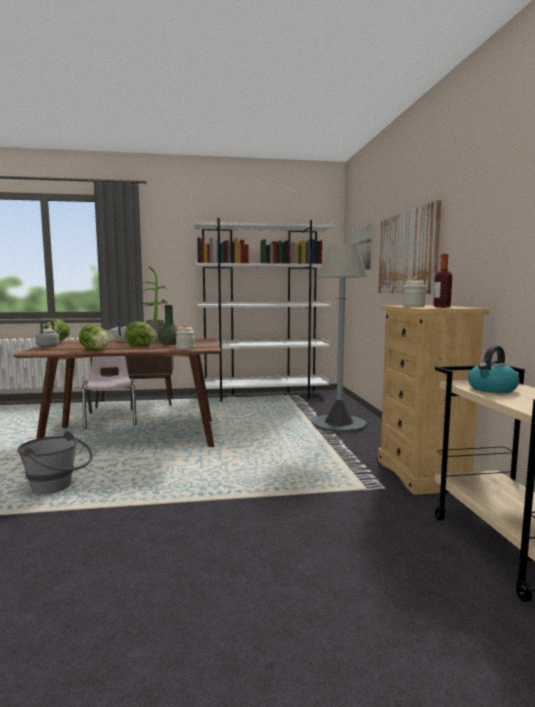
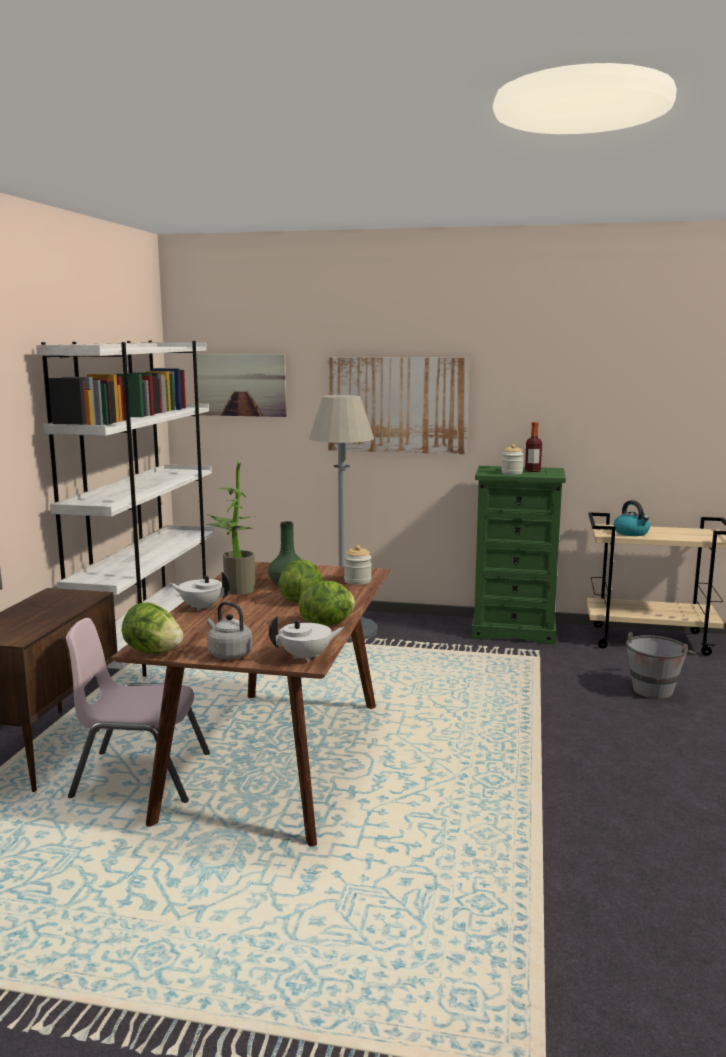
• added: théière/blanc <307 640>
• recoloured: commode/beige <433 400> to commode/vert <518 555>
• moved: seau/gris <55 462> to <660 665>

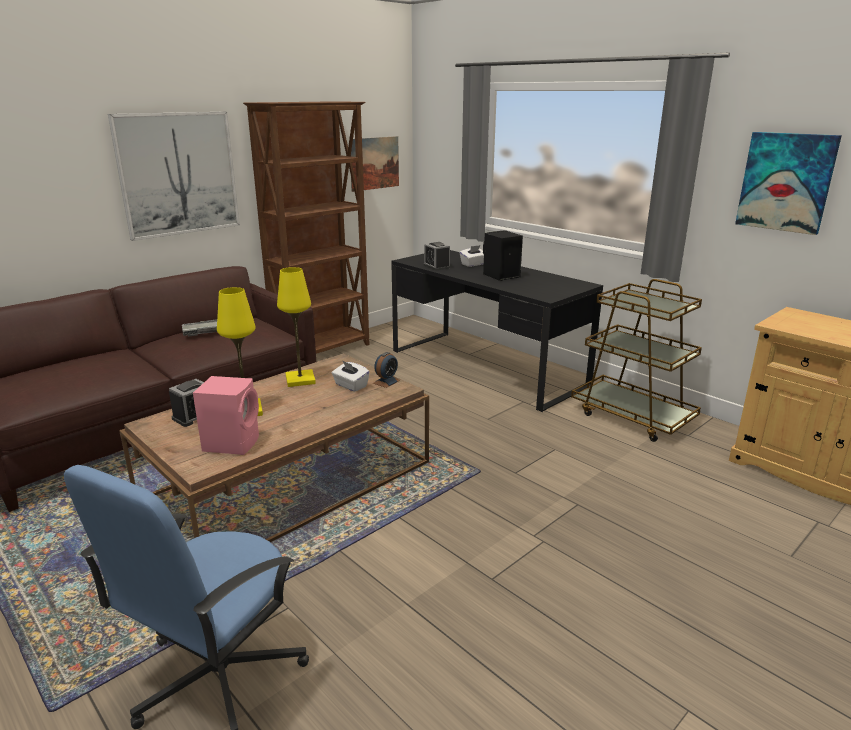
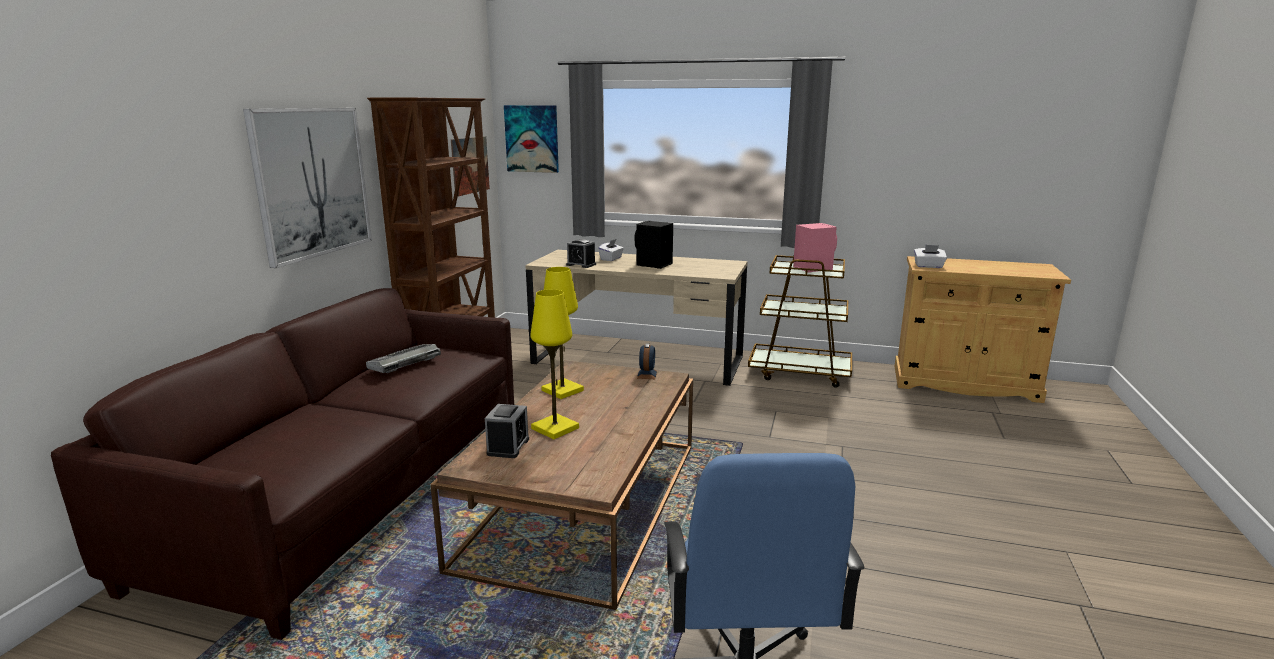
• moved: tableau <788 183> to <531 139>
• recoloured: bureau/noir <497 331> to bureau/beige <636 318>
• moved: enceinte/rose <226 415> to <815 247>
• moved: boîte à mouchoirs/blanc <351 376> to <930 256>

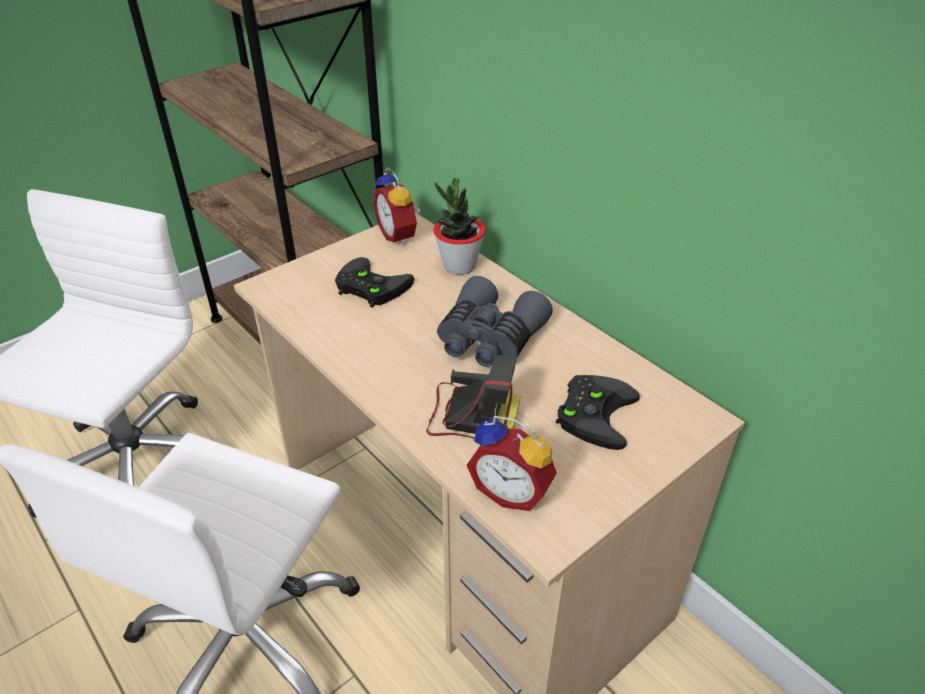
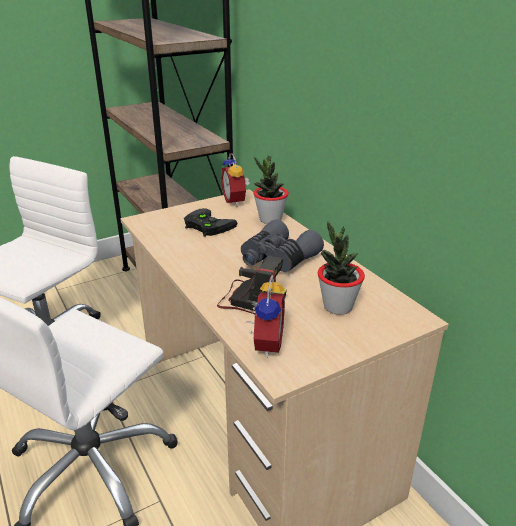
• turned: réveil <512 463> = <265 316> 120 degrees counterclockwise
• replaced: manette/noir <598 412> to plante en pot <341 268>

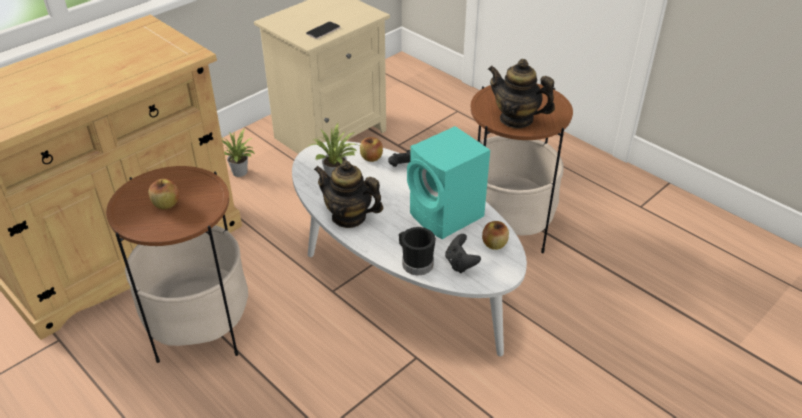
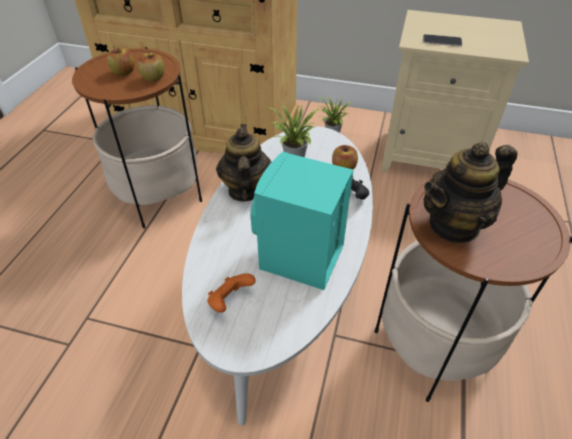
• moved: pomme <495 235> to <151 66>
• recoloured: manette/noir <463 253> to manette/orange <231 293>
• turned: théière <521 93> = <470 193> 120 degrees counterclockwise
• removed: mug/noir <417 251>

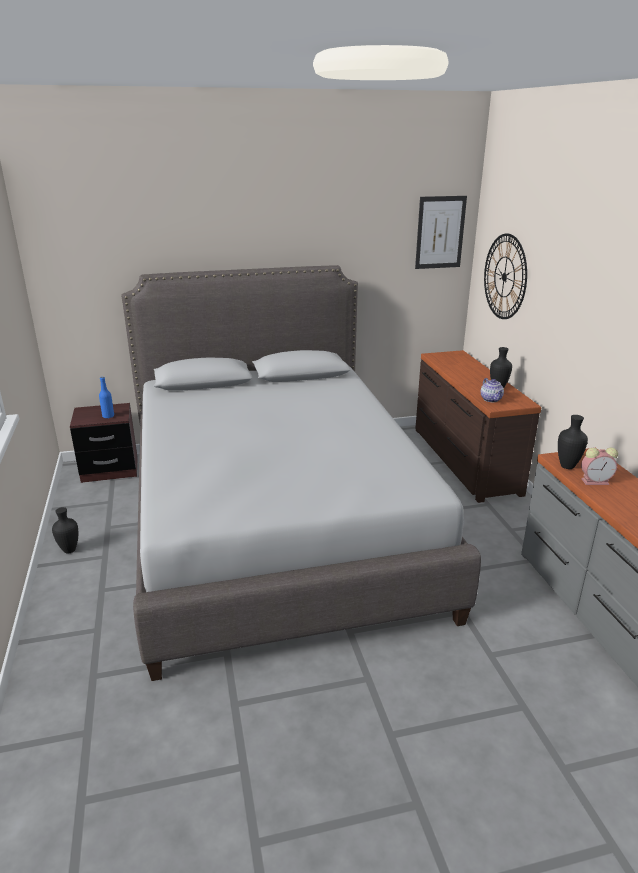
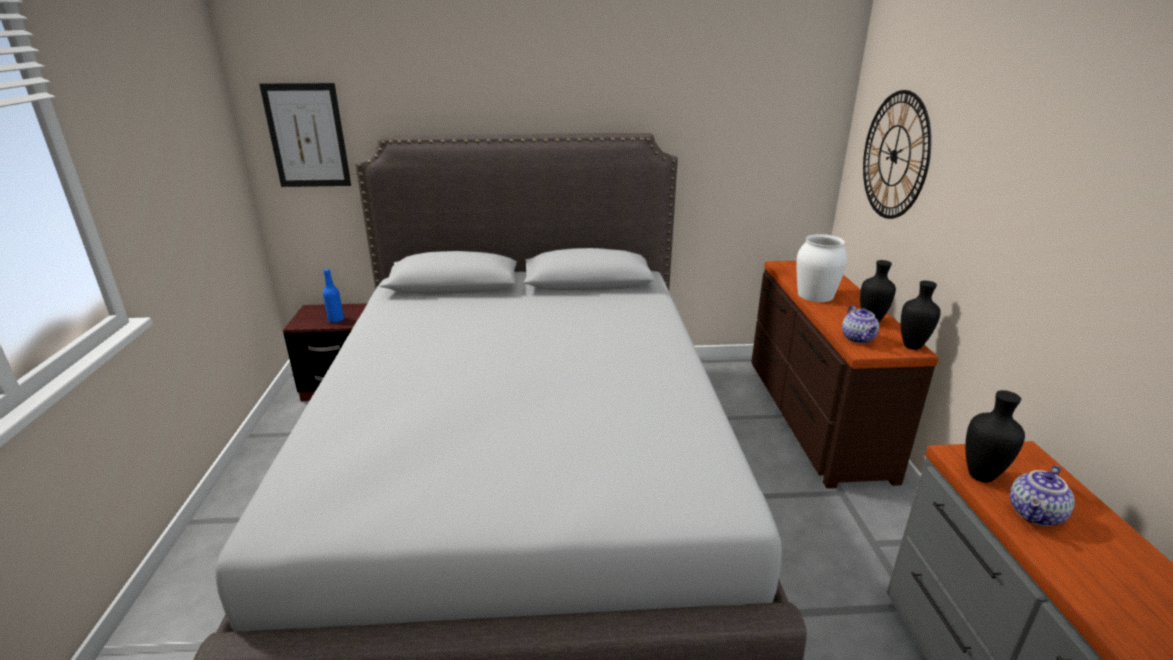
• moved: tableau <441 232> to <305 135>
• added: vase/blanc <822 268>
• moved: vase/noir <65 530> to <921 315>
• replaced: réveil <599 466> to théière <1042 495>

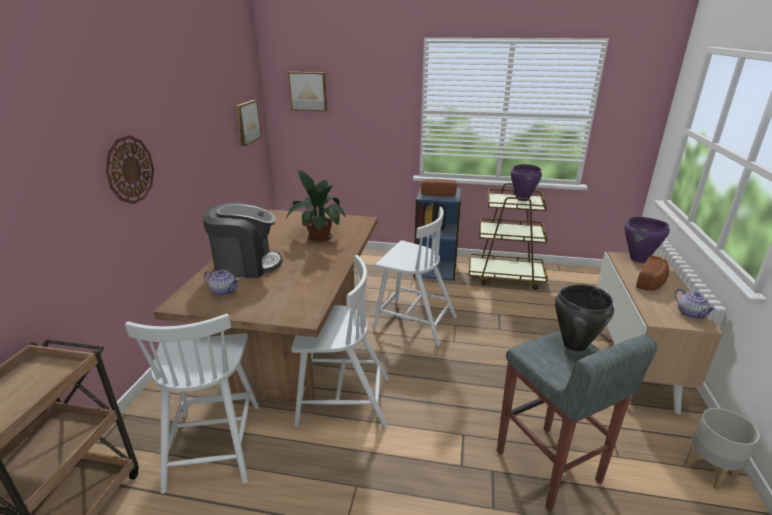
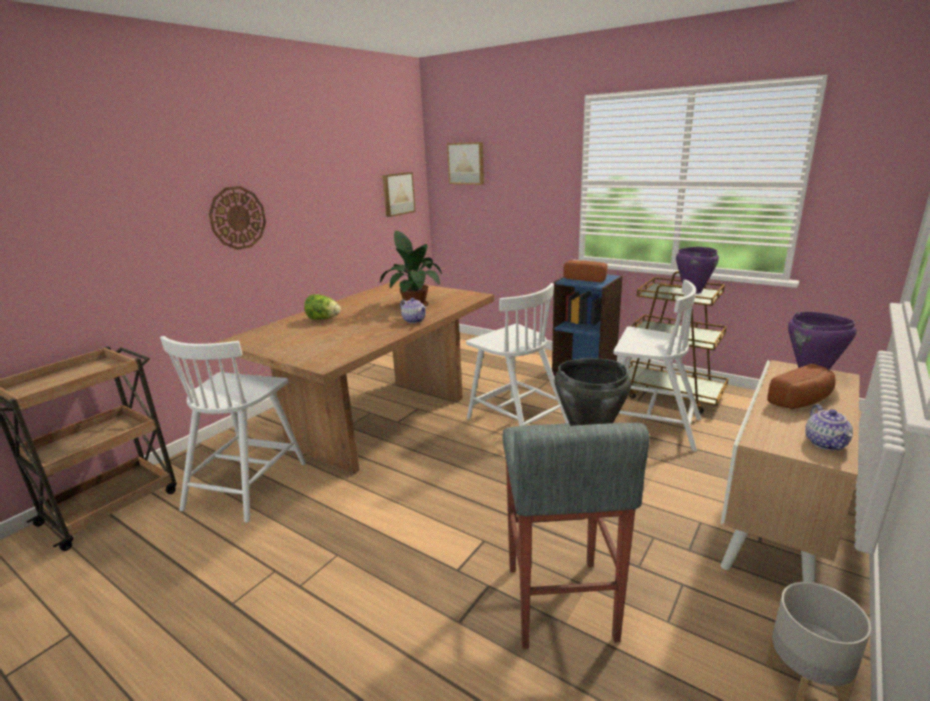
• replaced: machine à café <242 240> to laitue <322 307>
• moved: théière <221 282> to <413 310>
• moved: chaise/blanc <340 341> to <657 366>

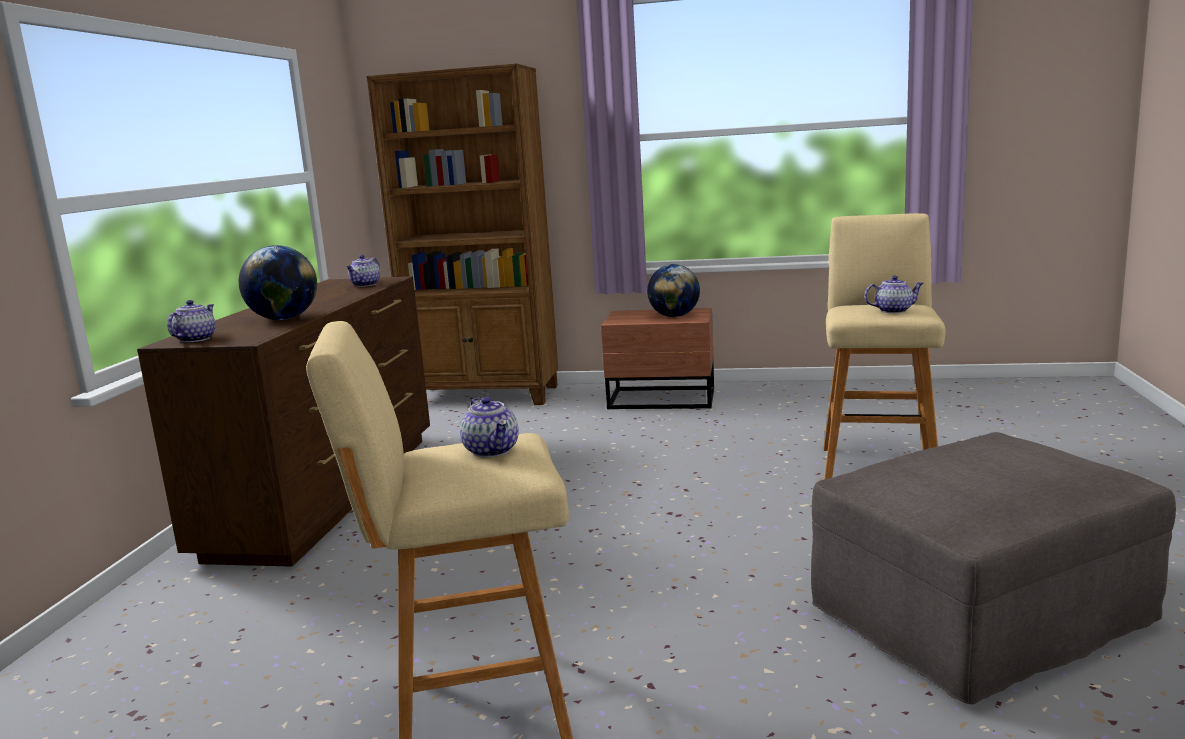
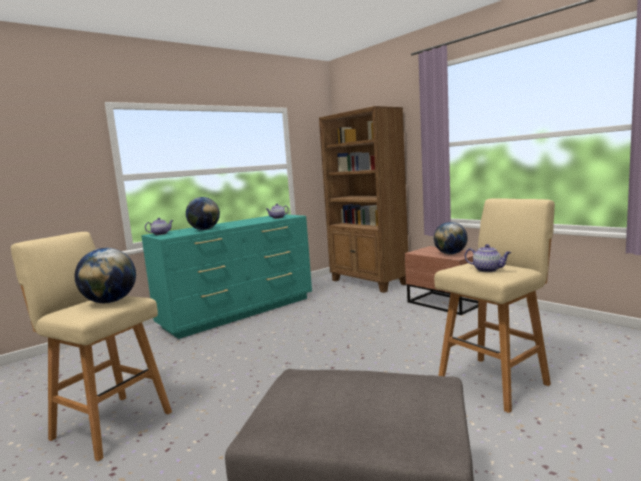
• replaced: théière <489 427> to globe <105 275>
• recoloured: commode/marron <283 421> to commode/turquoise <226 276>

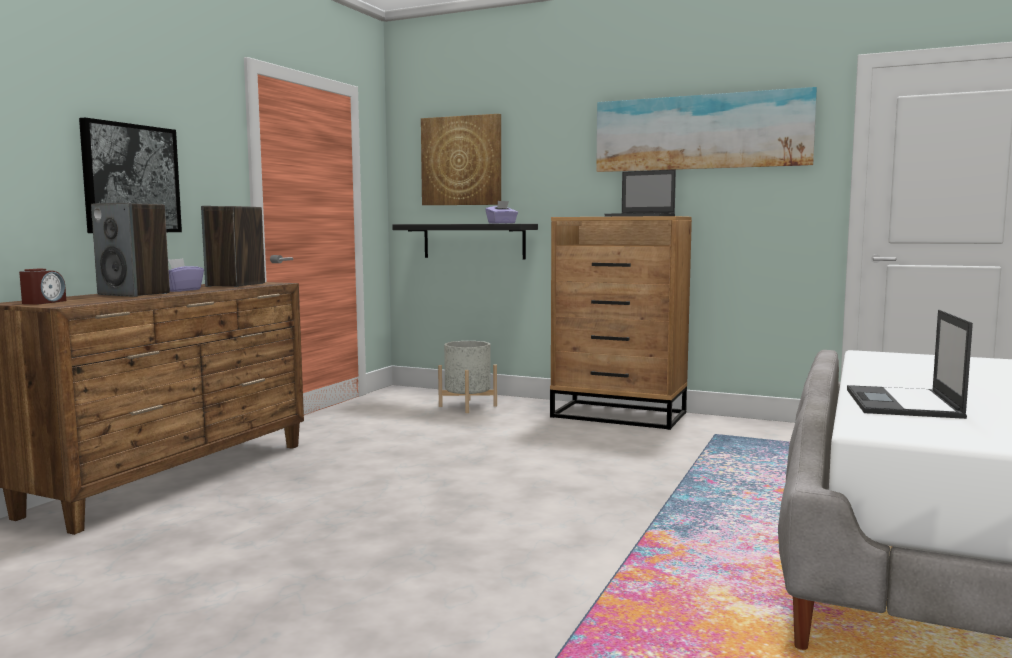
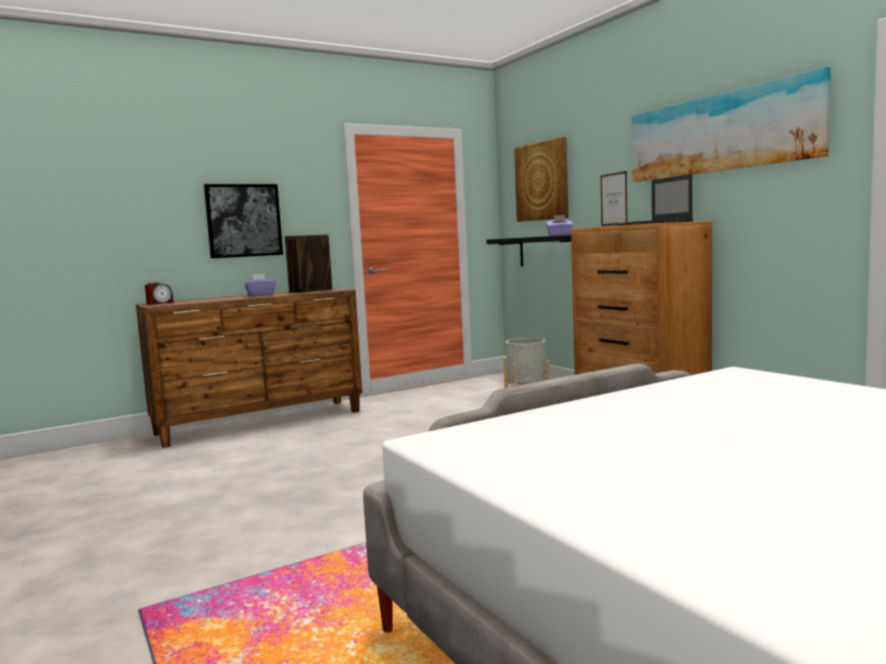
• added: cadre photo <614 199>
• removed: enceinte <130 250>
• removed: ordinateur portable <910 364>

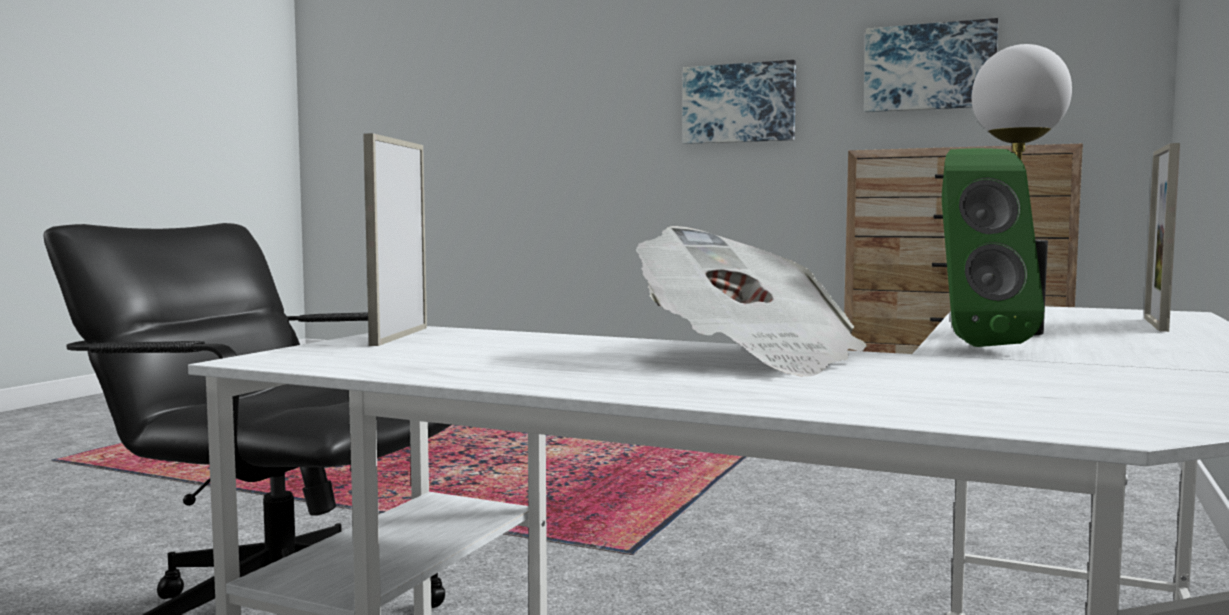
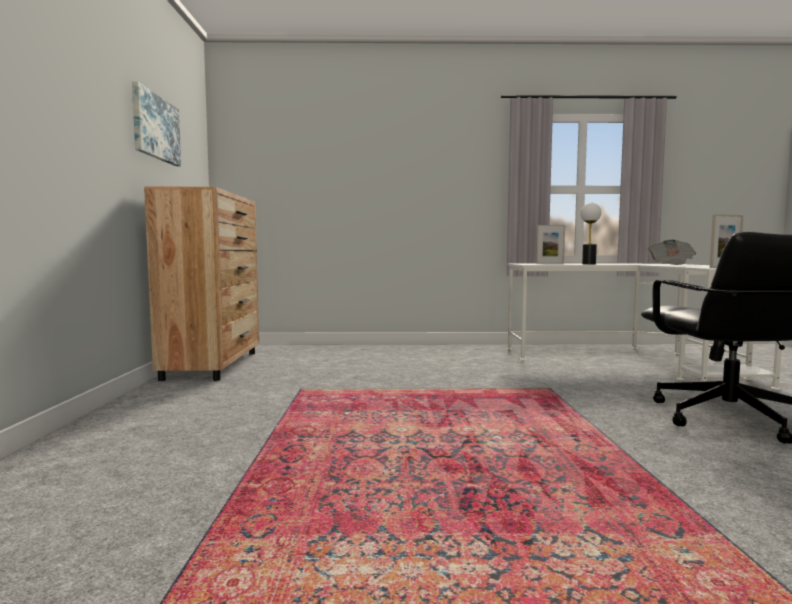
• removed: tableau <739 102>
• removed: enceinte/vert <993 247>

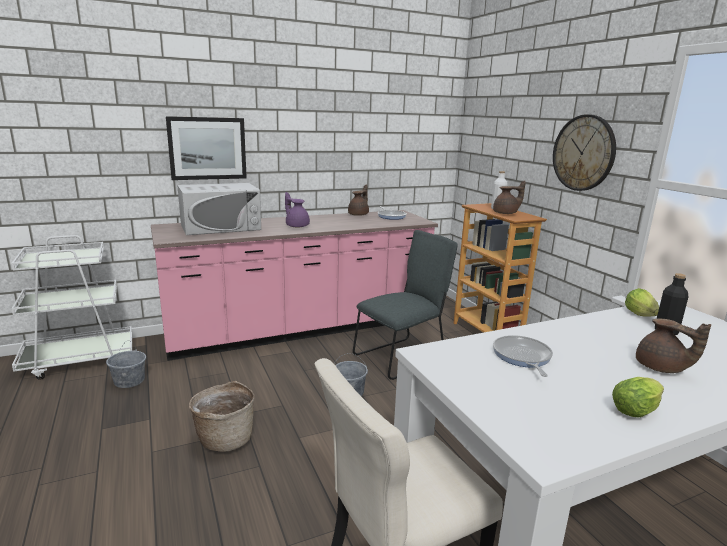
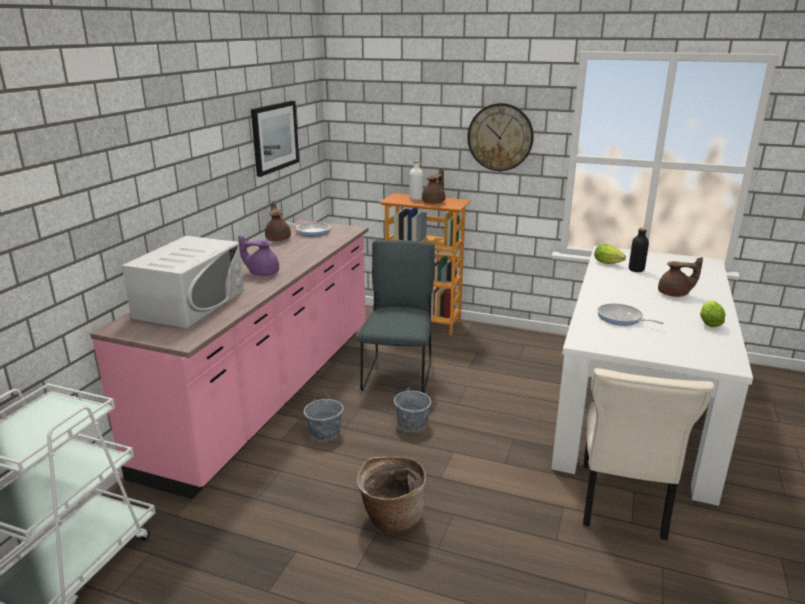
• moved: tableau <206 148> to <275 139>
• moved: seau/gris <126 364> to <323 415>

